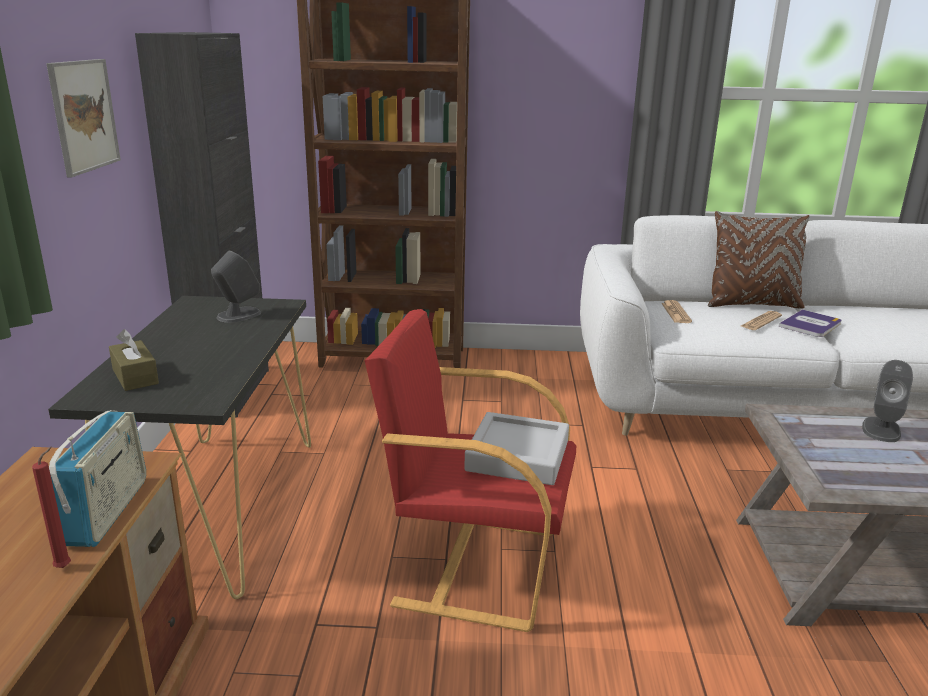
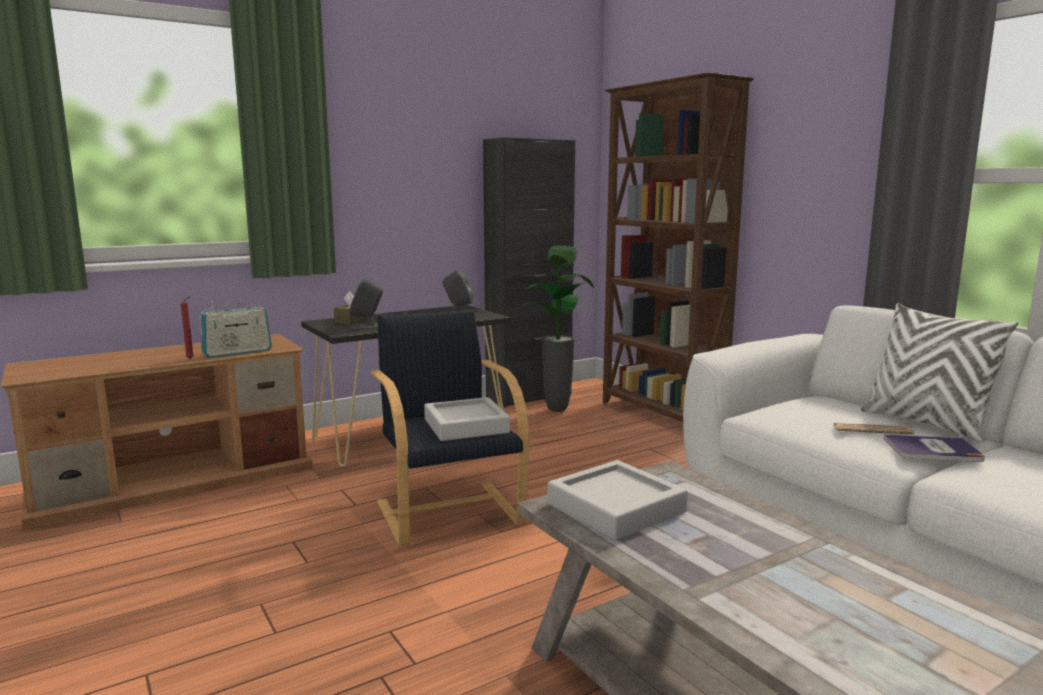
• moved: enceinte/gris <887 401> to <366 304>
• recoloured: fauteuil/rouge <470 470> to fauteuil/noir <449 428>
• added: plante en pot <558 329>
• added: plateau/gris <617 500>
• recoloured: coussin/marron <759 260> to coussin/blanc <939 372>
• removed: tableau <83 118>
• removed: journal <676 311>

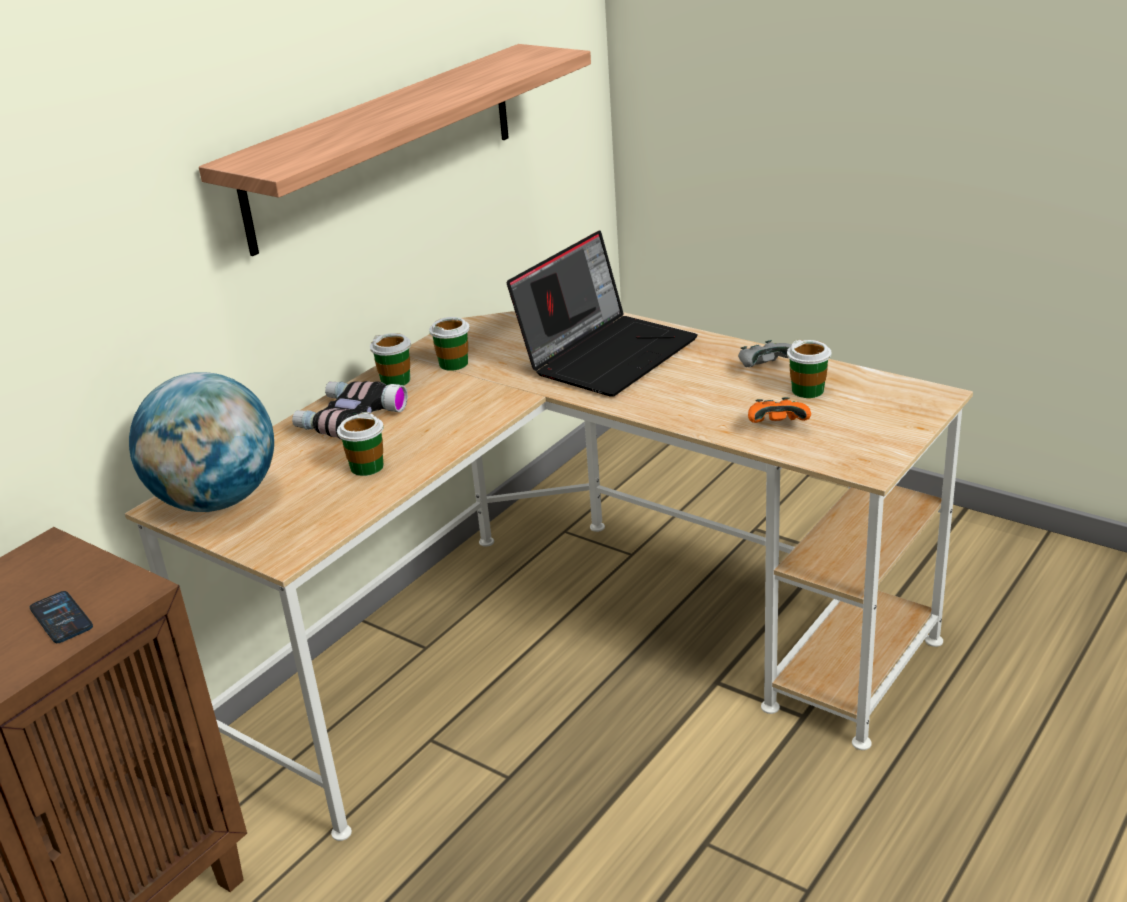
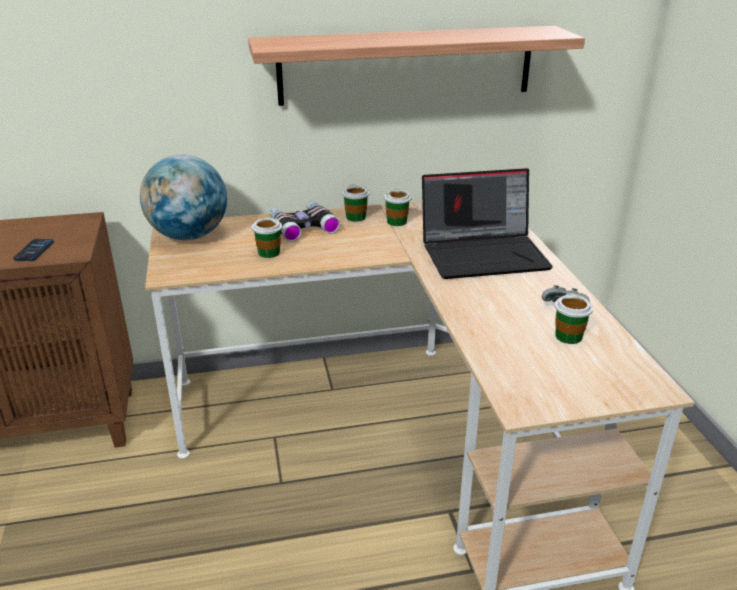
• removed: manette/orange <779 410>

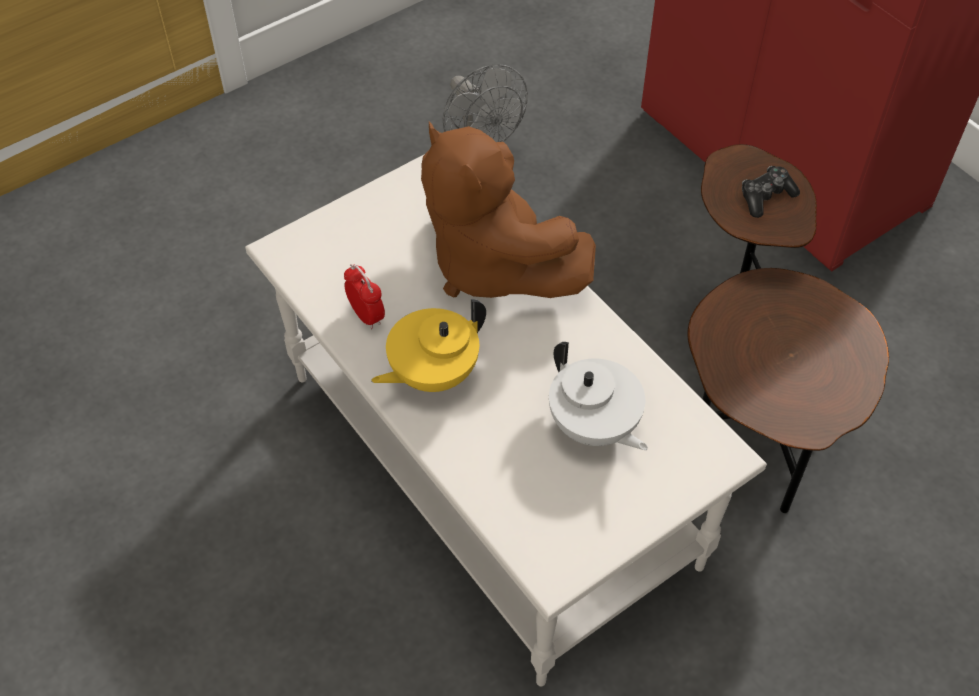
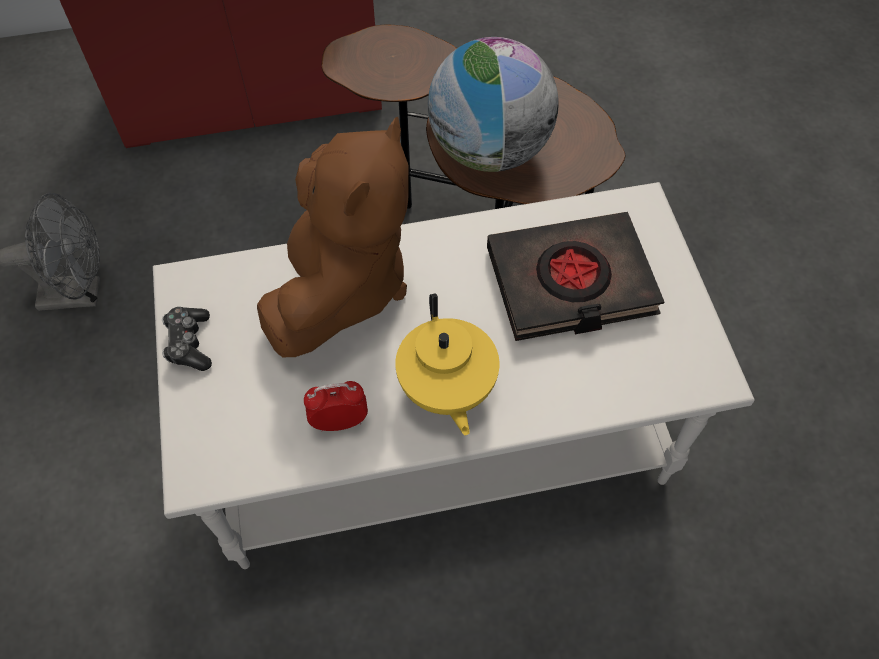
• moved: manette <771 192> to <187 339>
• turned: peluche/marron <508 210> = <333 237> 60 degrees counterclockwise
• added: globe <493 104>
• replaced: théière/blanc <598 396> to livre/noir <575 276>

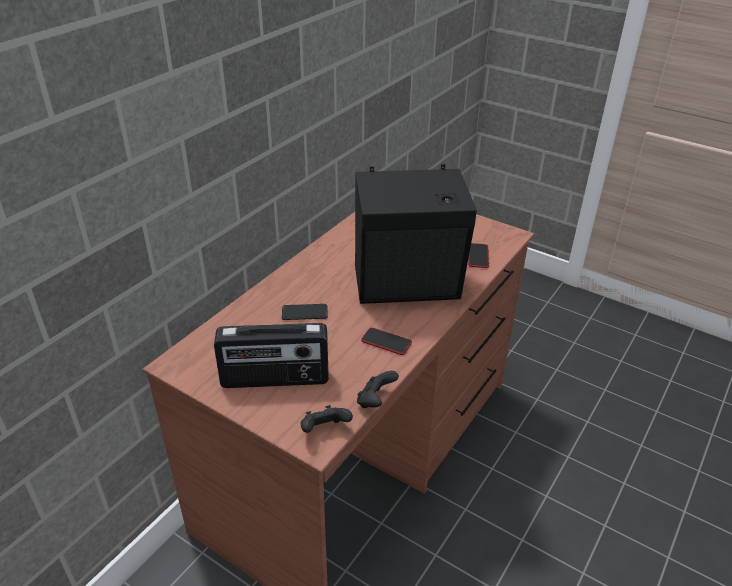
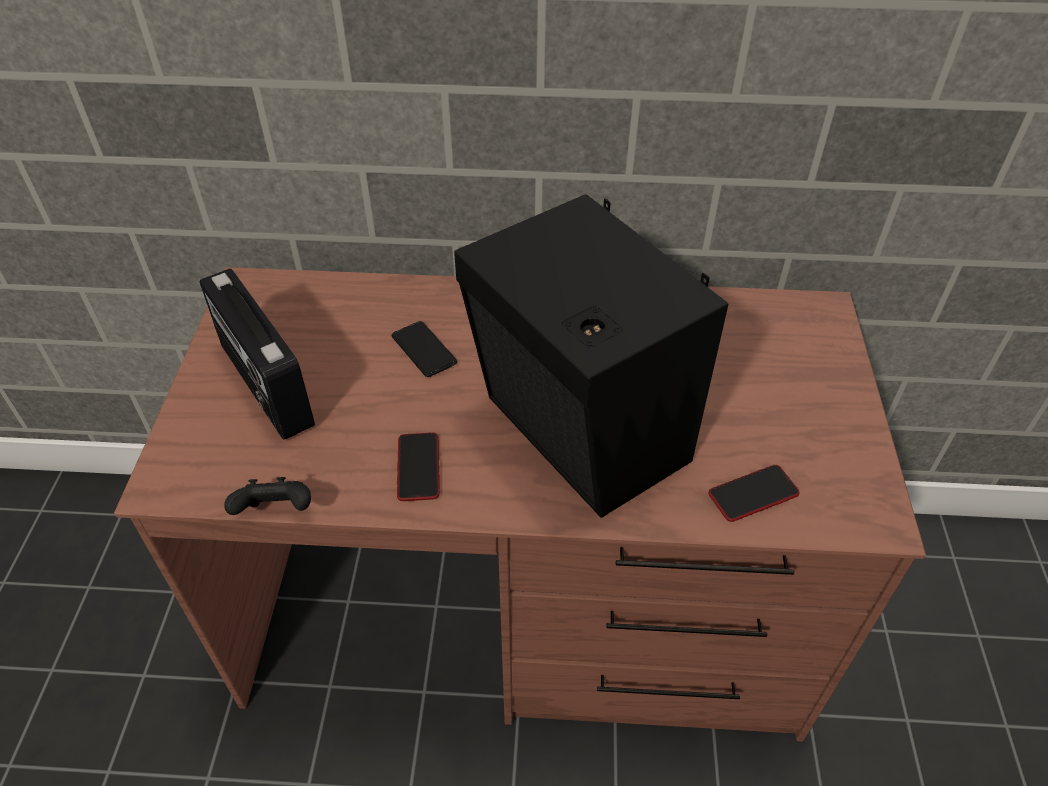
• removed: manette/noir <327 419>

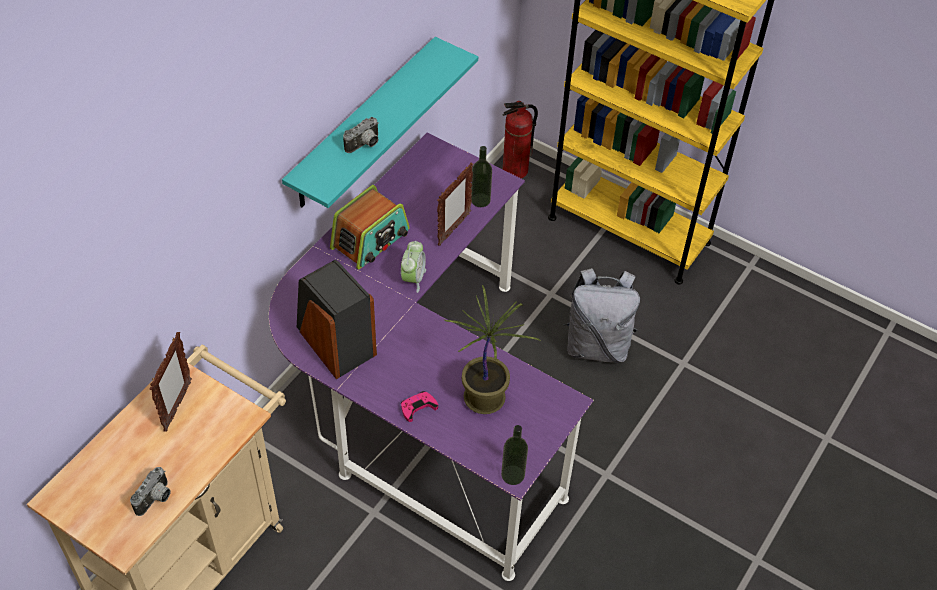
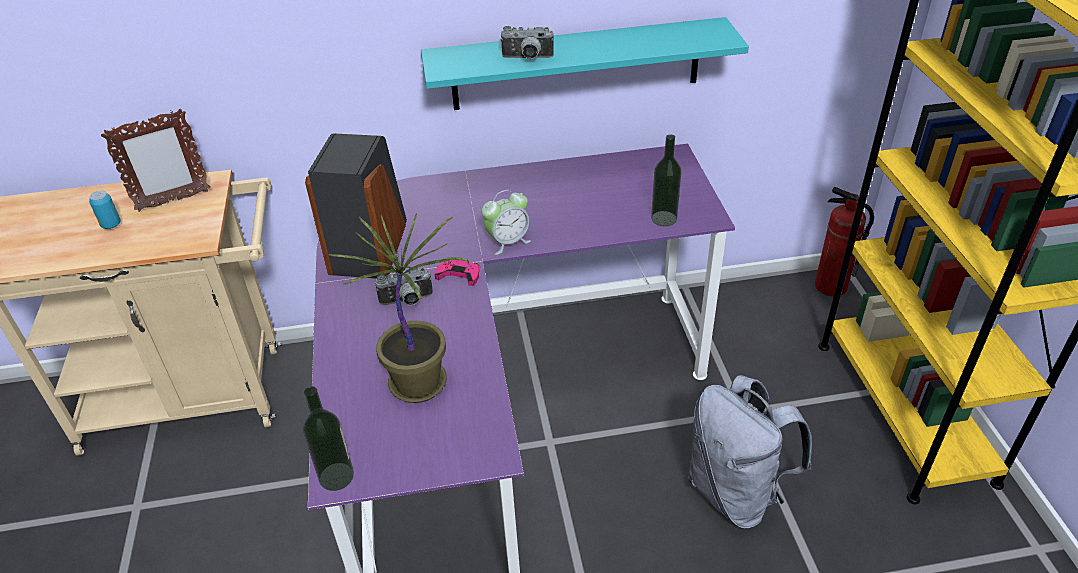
• added: boîte métallique <105 210>
• moved: appareil photo <150 491> to <404 286>
• moved: manette/rose <419 406> to <456 273>
• removed: radio <369 227>
• removed: cadre photo <455 204>

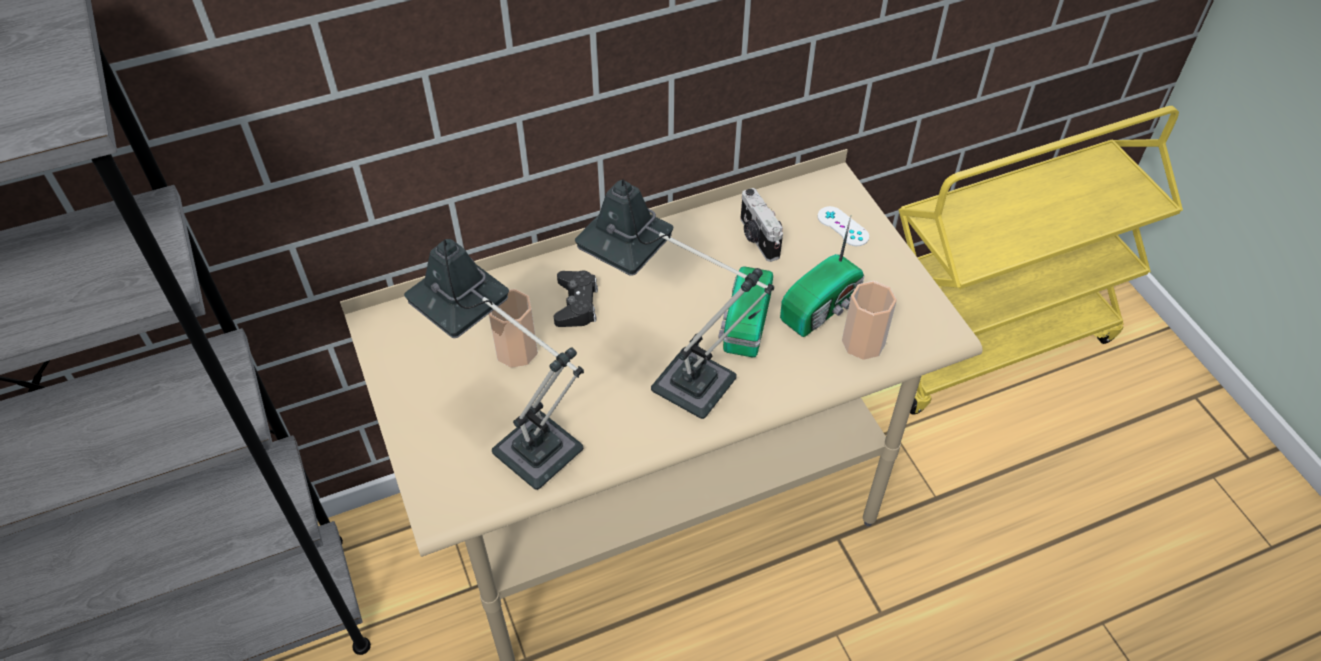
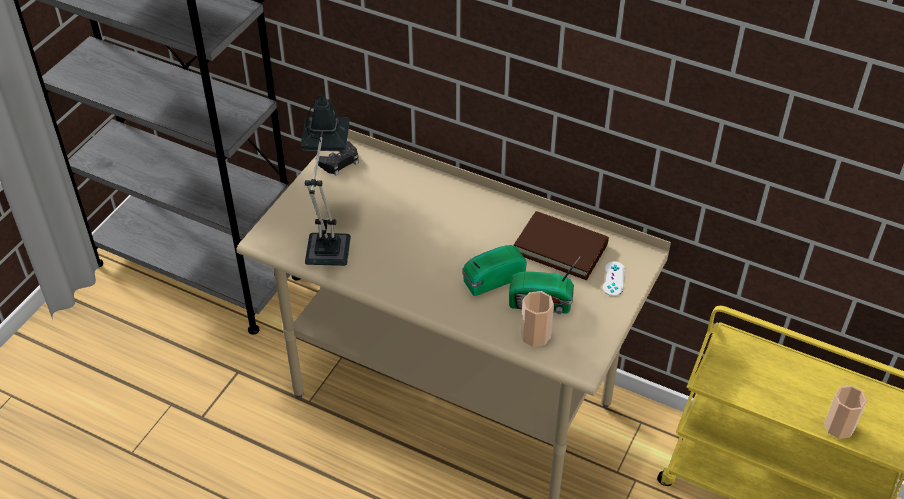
• moved: manette/noir <576 299> to <338 158>
• replaced: appareil photo <761 225> to livre/marron <561 245>
• moved: tasse <513 328> to <845 412>
• removed: lampe de table <674 299>

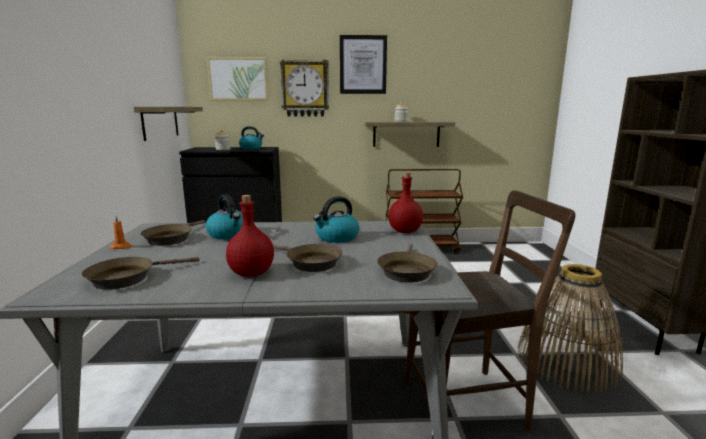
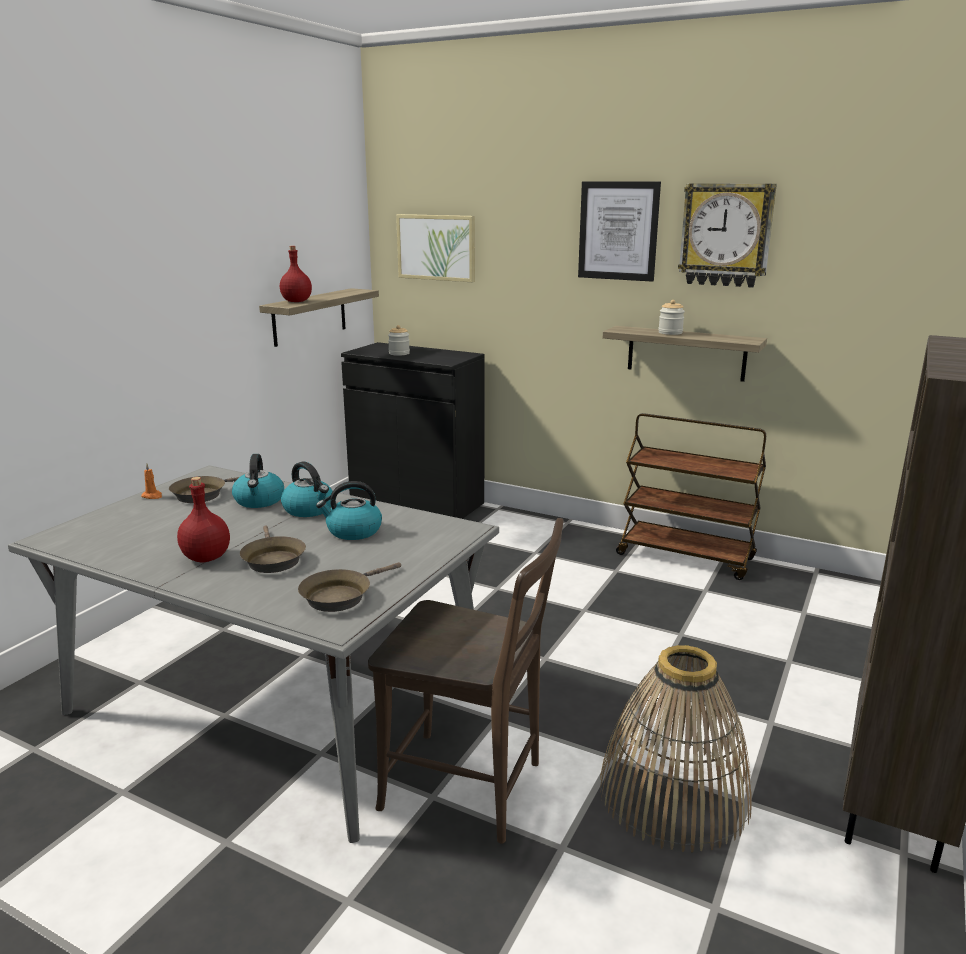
• moved: bouteille/rouge <405 202> to <296 274>
• moved: bouilloire <251 137> to <307 489>
• moved: horloge murale <304 88> to <727 235>
• removed: poêle/marron <140 273>

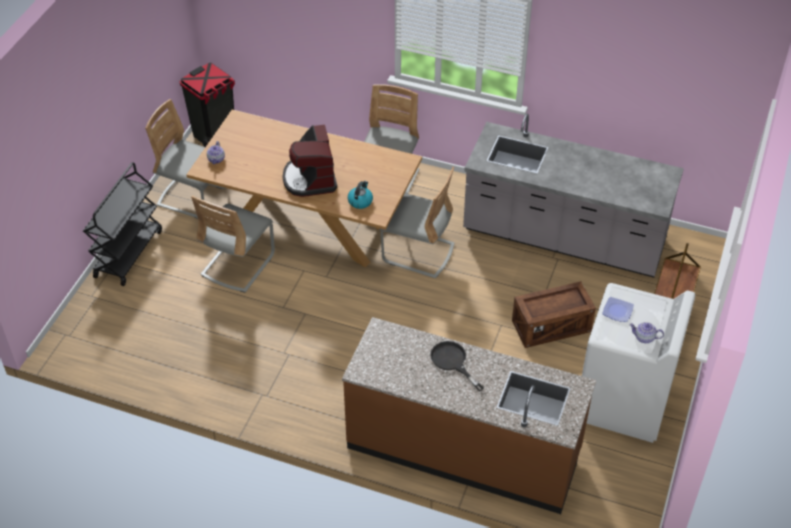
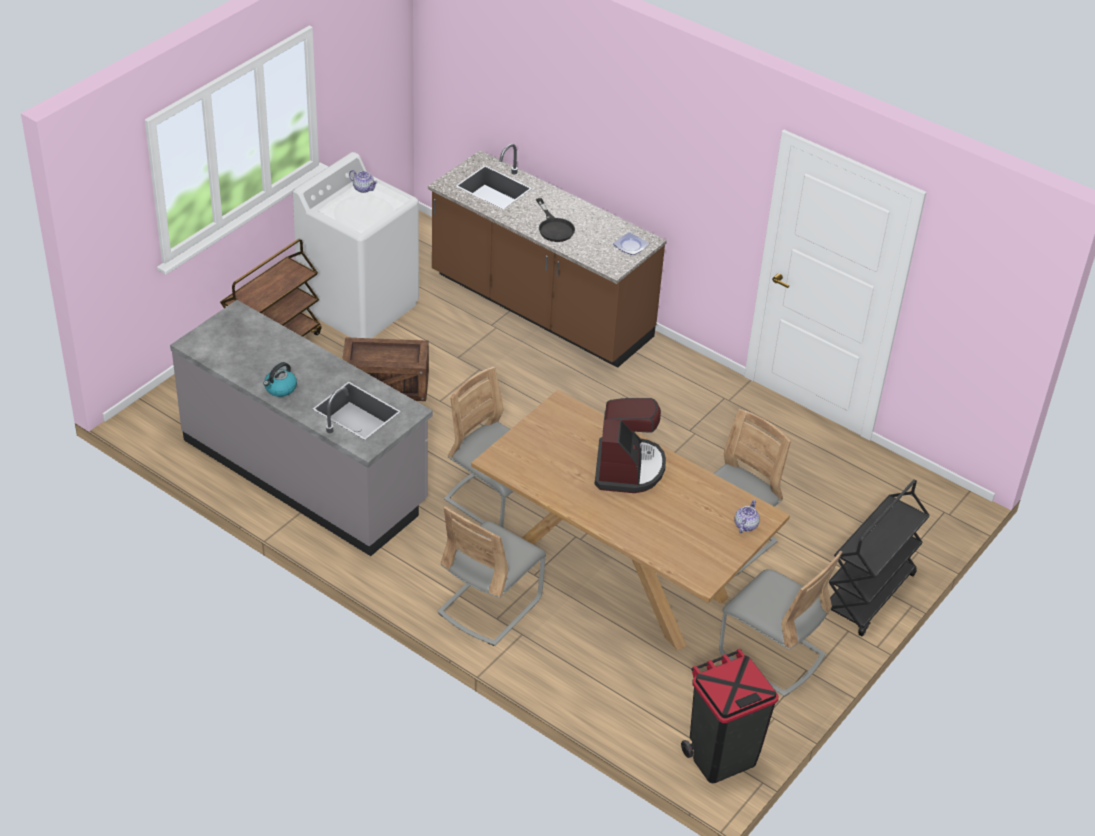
• moved: bouilloire <360 195> to <280 379>
• moved: assiette <618 309> to <631 243>

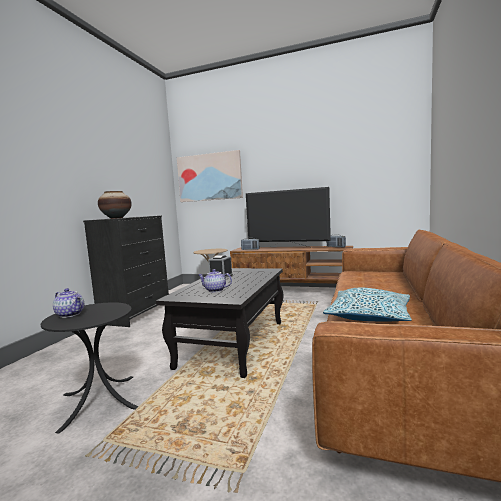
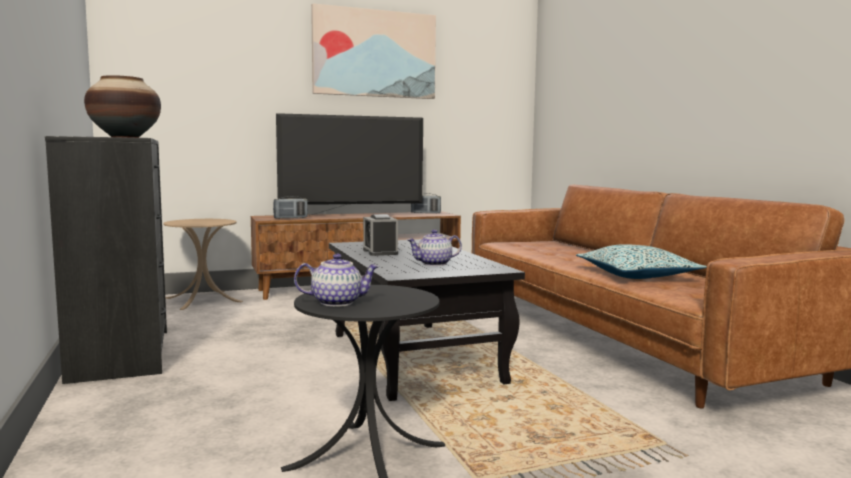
• moved: tableau <210 176> to <373 51>

